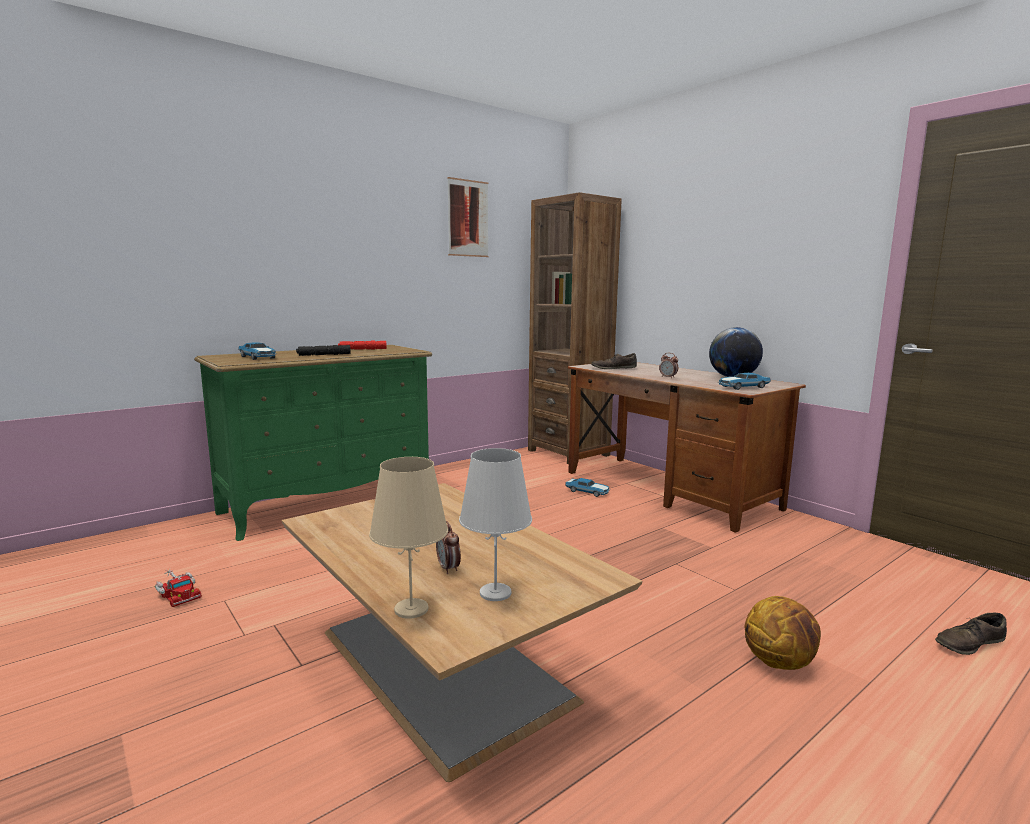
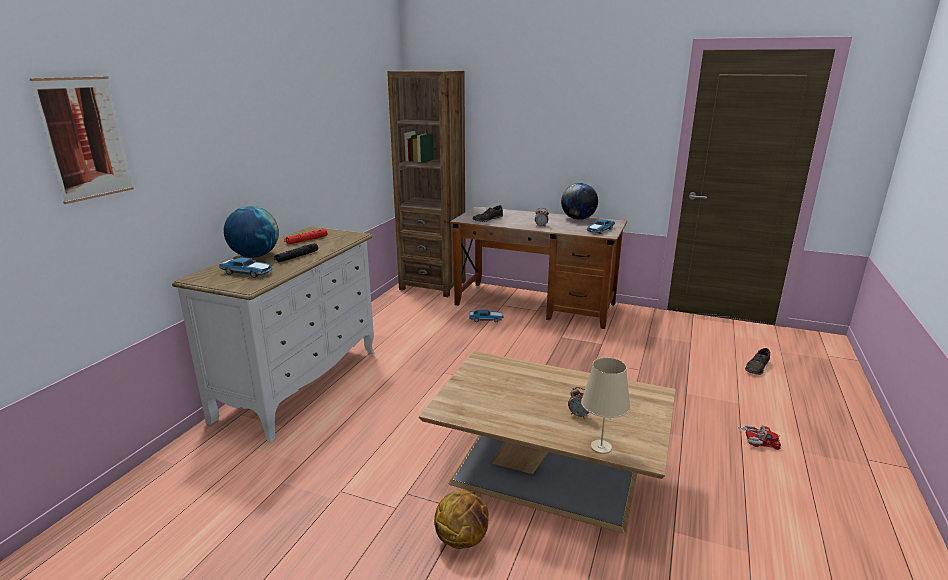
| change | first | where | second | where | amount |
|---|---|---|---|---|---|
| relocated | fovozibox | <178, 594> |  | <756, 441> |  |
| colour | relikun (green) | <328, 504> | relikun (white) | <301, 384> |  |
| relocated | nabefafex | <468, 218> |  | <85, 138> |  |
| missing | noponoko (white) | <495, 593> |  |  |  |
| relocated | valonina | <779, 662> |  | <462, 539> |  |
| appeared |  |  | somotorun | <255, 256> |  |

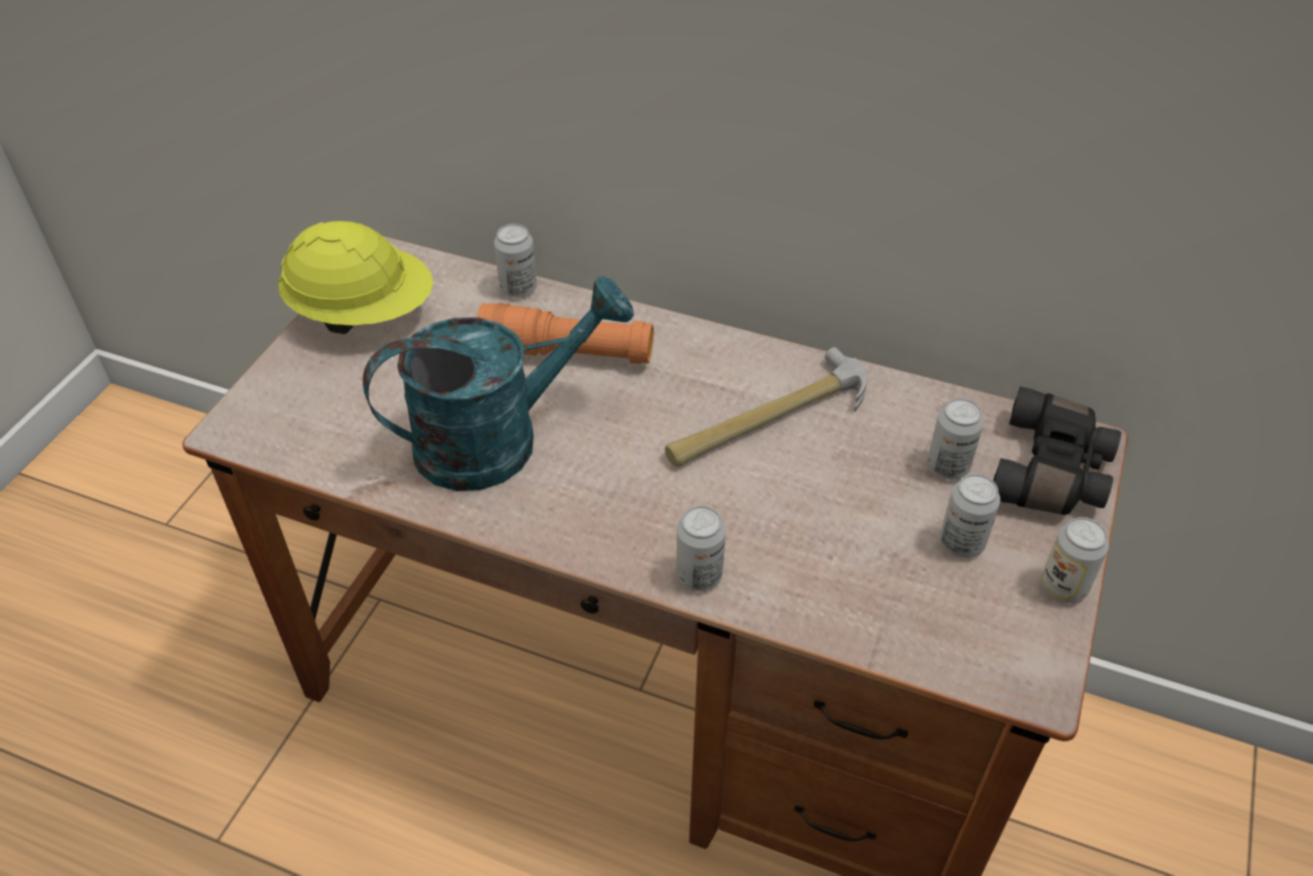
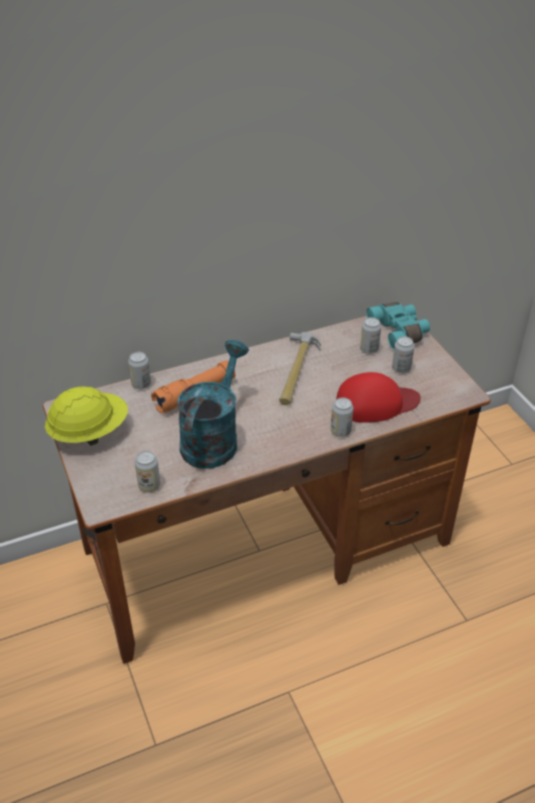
| change | first | where | second | where | amount |
|---|---|---|---|---|---|
| colour | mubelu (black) | <1053, 472> | mubelu (turquoise) | <399, 331> |  |
| relocated | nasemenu | <1063, 587> |  | <149, 486> |  |
| appeared |  |  | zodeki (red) | <376, 403> |  |

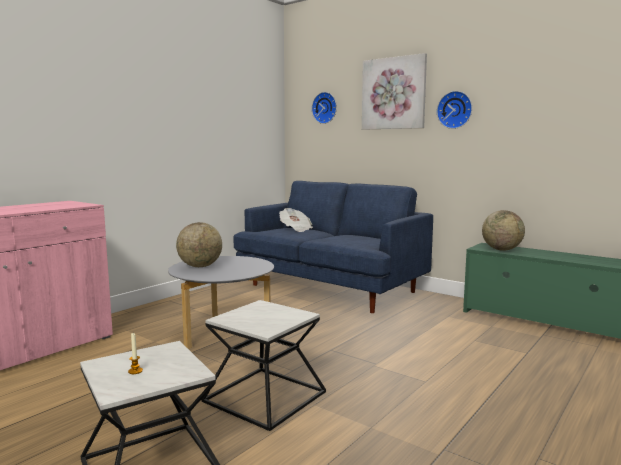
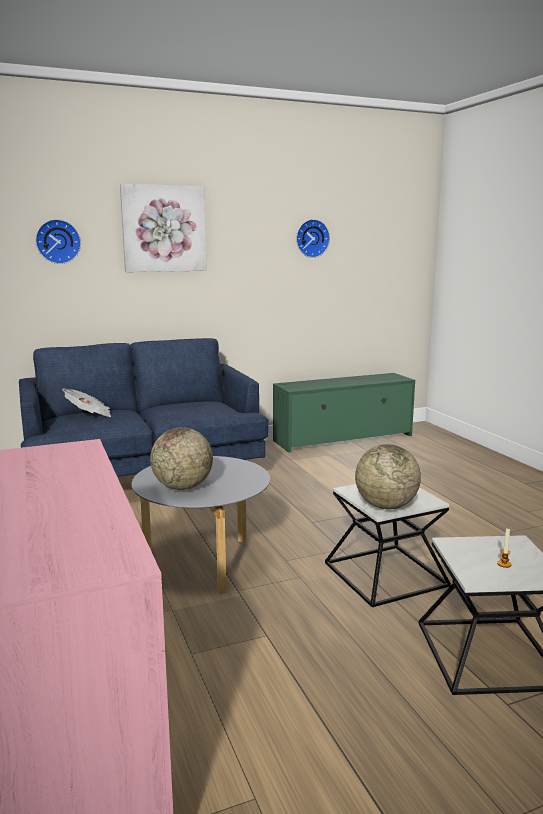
| change | first | where | second | where | amount |
|---|---|---|---|---|---|
| relocated | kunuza | <455, 110> |  | <311, 238> |  |
| relocated | somotorun | <501, 249> |  | <386, 506> |  |

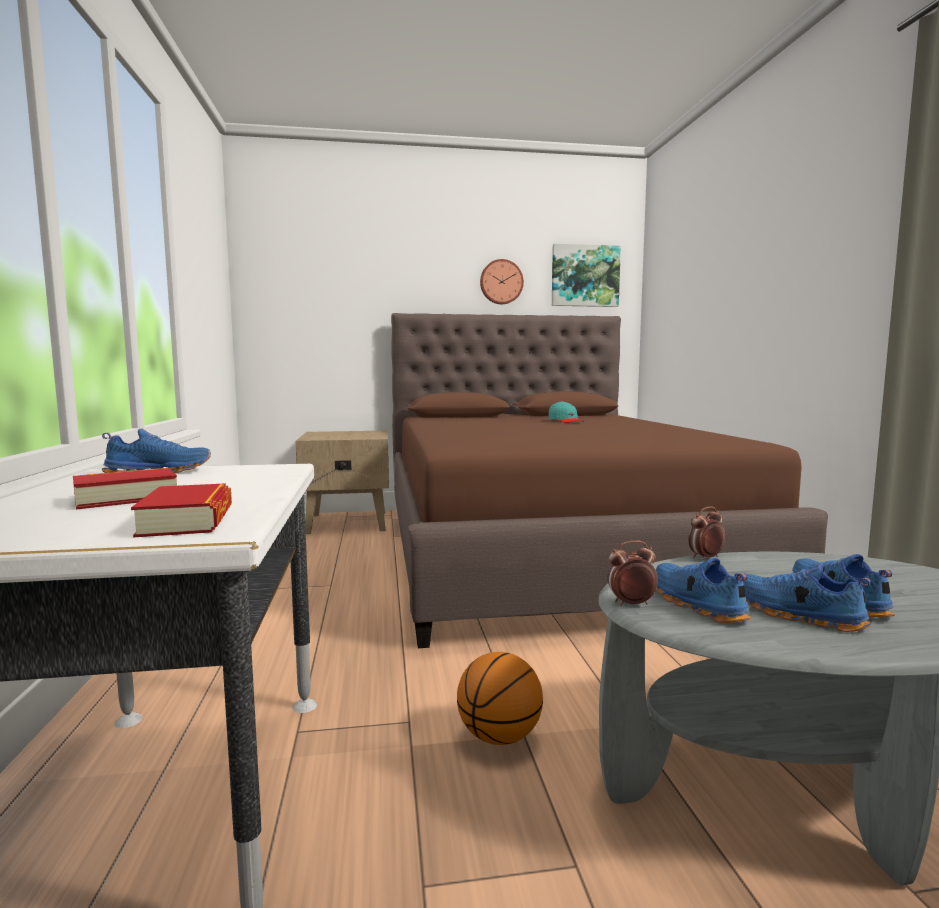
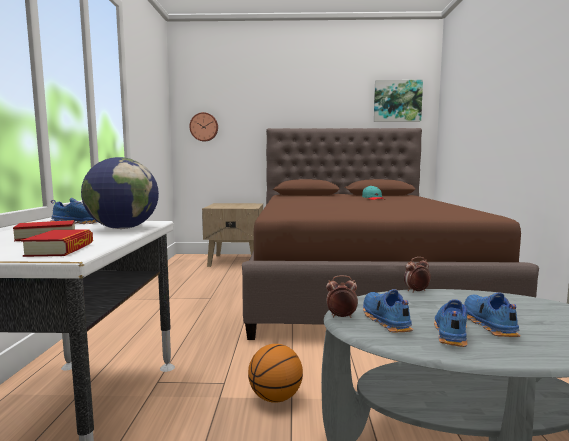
| change | first | where | second | where | amount |
|---|---|---|---|---|---|
| relocated | kunuza | <501, 282> |  | <204, 127> |  |
| spun | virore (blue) | <797, 615> |  | <450, 331> | 60 degrees clockwise |
| appeared |  |  | somotorun | <123, 228> |  |

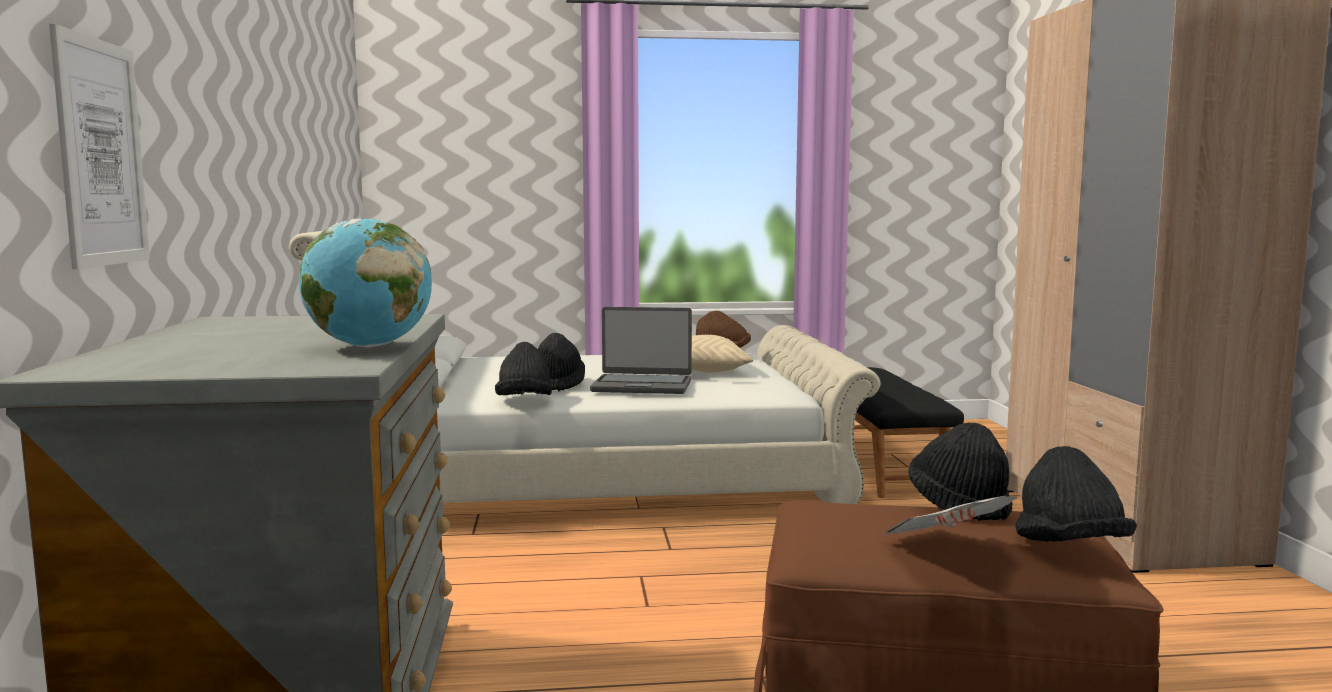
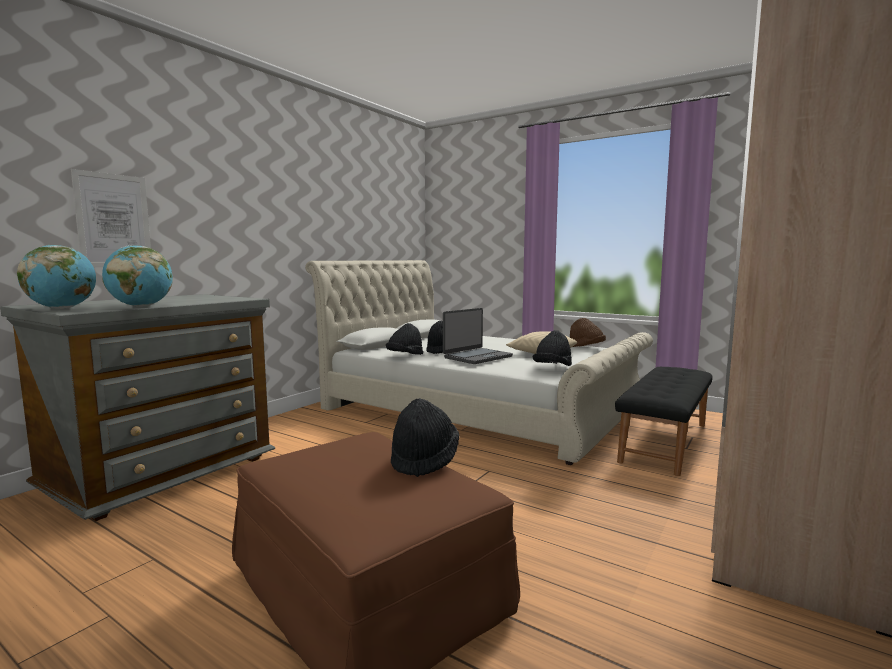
| change | first | where | second | where | amount |
|---|---|---|---|---|---|
| spun | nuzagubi | <642, 386> |  | <477, 357> | 90 degrees counterclockwise |
| missing | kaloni | <945, 549> |  |  |  |
| relocated | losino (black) | <1069, 547> |  | <552, 367> |  |
| appeared |  |  | somotorun | <62, 308> |  |

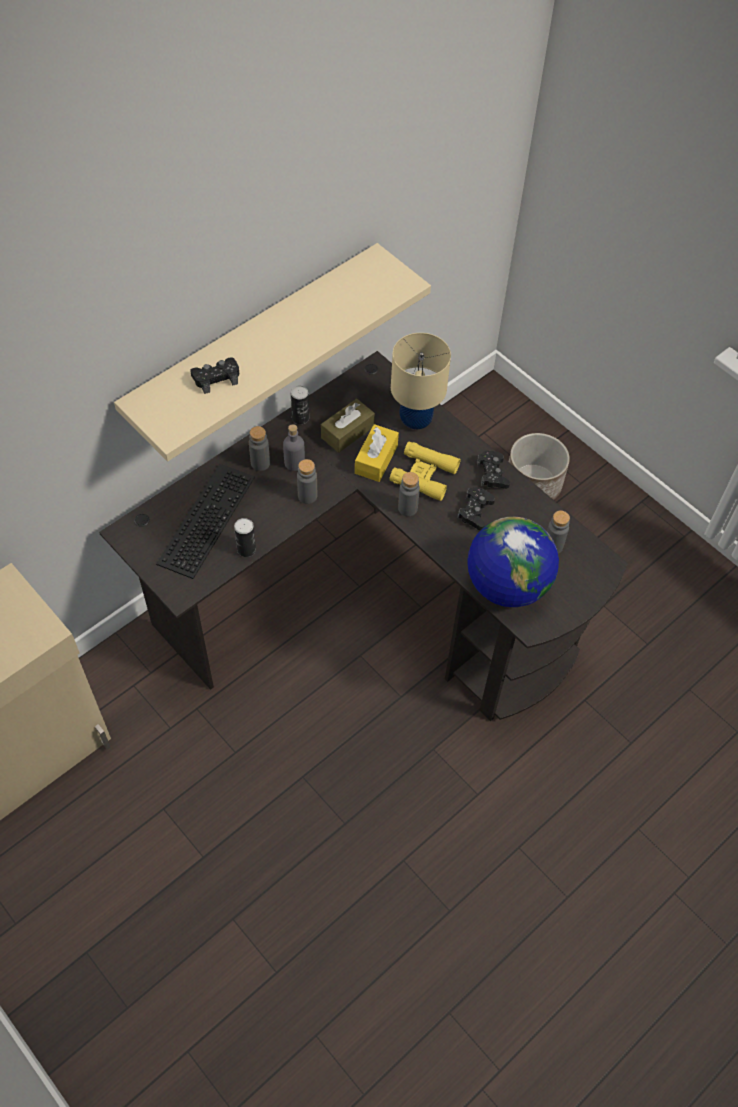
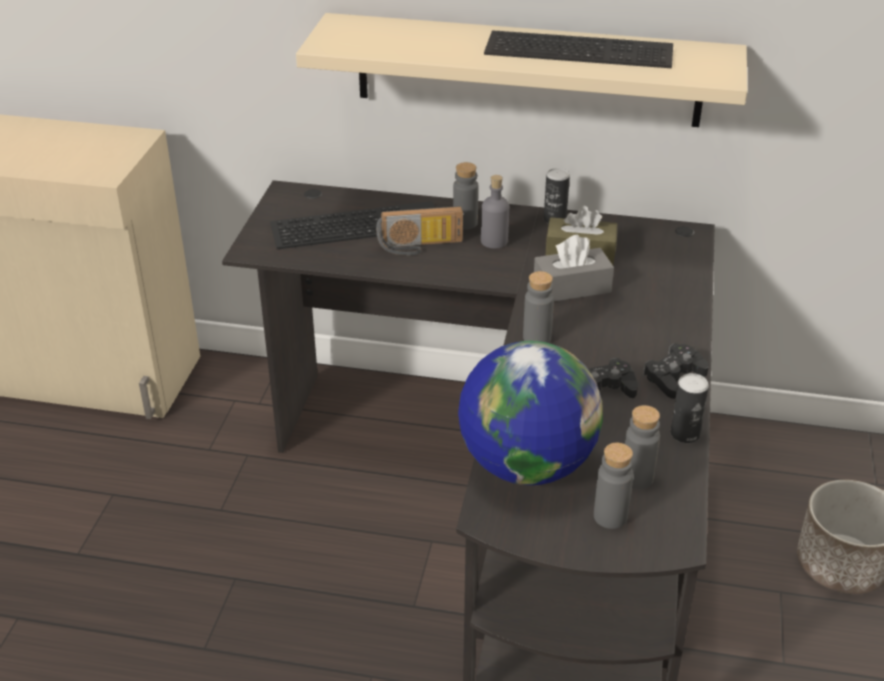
| change | first | where | second | where | amount |
|---|---|---|---|---|---|
| missing | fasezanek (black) | <216, 378> |  |  |  |
| relocated | nasemenu | <246, 549> |  | <685, 434> |  |
| relocated | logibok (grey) | <307, 496> |  | <610, 516> |  |
| colour | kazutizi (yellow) | <376, 459> | kazutizi (grey) | <572, 287> |  |
| missing | mubelu (yellow) | <424, 475> |  |  |  |
| missing | noponoko (beige) | <417, 421> |  |  |  |
| appeared |  |  | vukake | <420, 246> |  |
| appeared |  |  | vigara | <581, 48> |  |

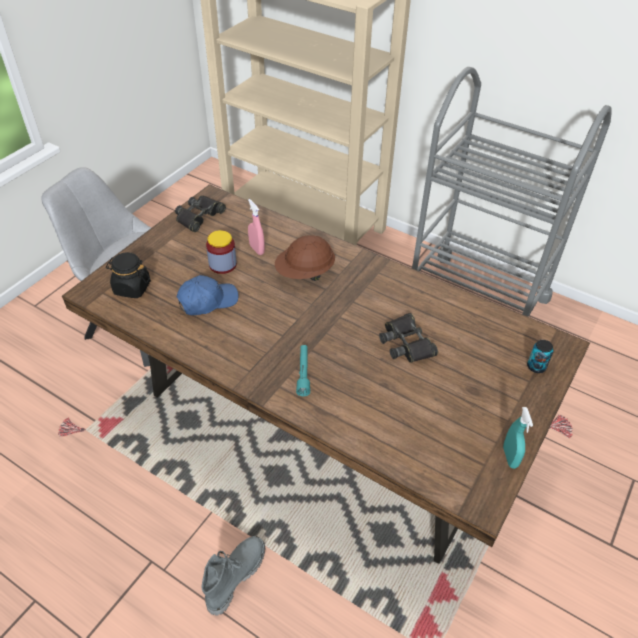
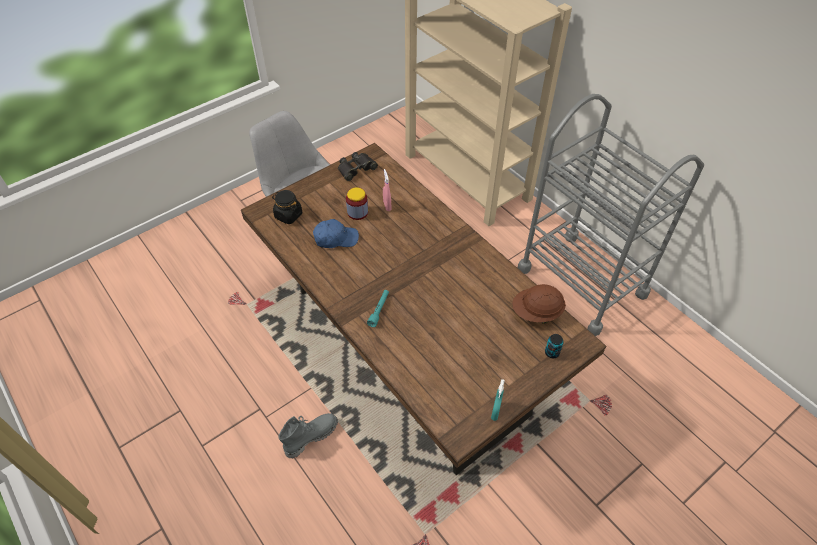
| change | first | where | second | where | amount |
|---|---|---|---|---|---|
| relocated | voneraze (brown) | <305, 273> |  | <536, 313> |  |
| missing | mubelu (black) | <406, 343> |  |  |  |

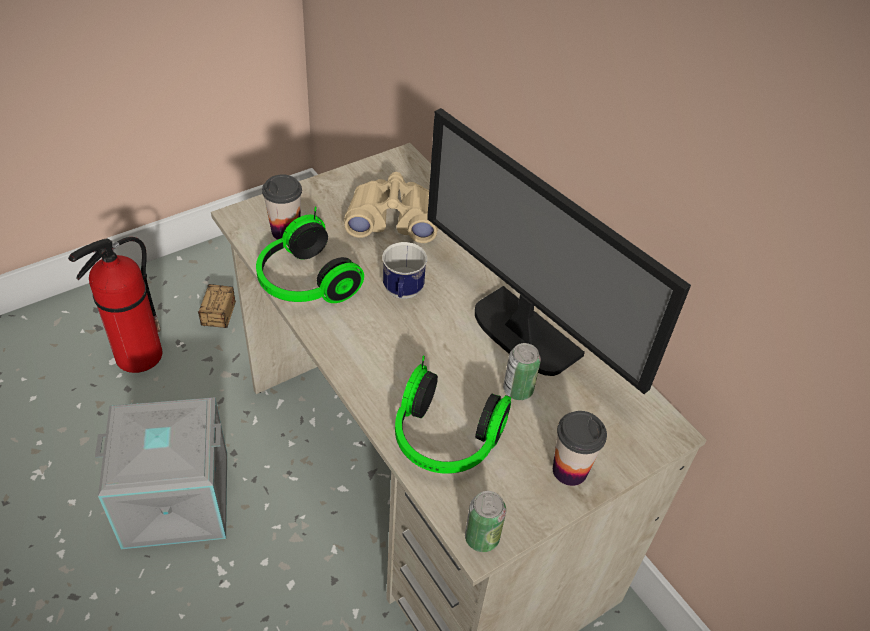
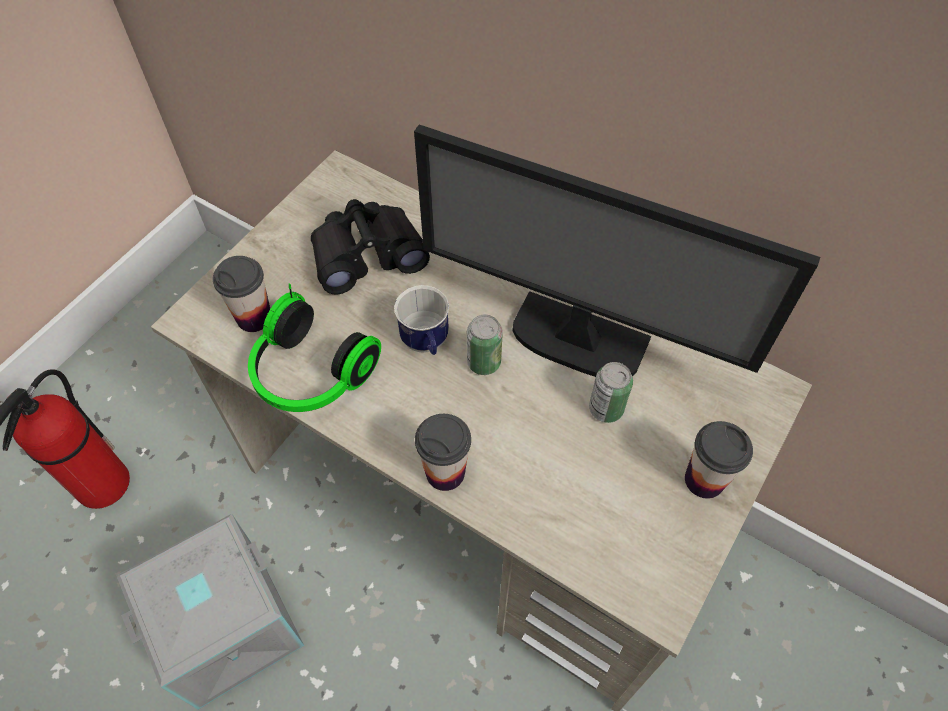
| change | first | where | second | where | amount |
|---|---|---|---|---|---|
| missing | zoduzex | <212, 333> |  |  |  |
| colour | mubelu (beige) | <393, 219> | mubelu (black) | <367, 254> |  |
| missing | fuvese | <444, 440> |  |  |  |
| relocated | nasemenu | <481, 538> |  | <484, 362> |  |
| appeared |  |  | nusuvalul | <445, 472> |  |

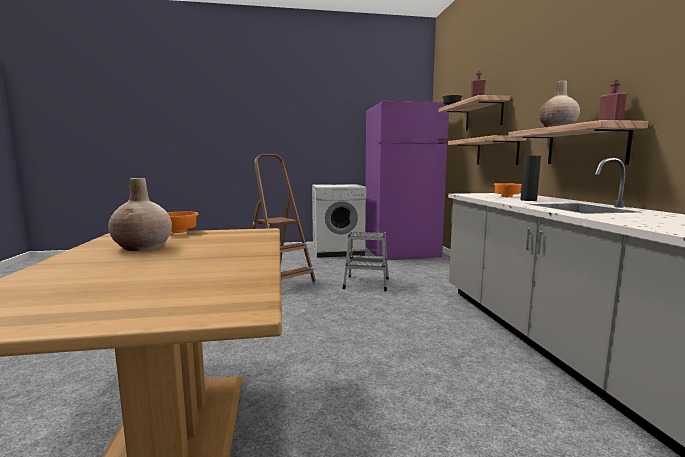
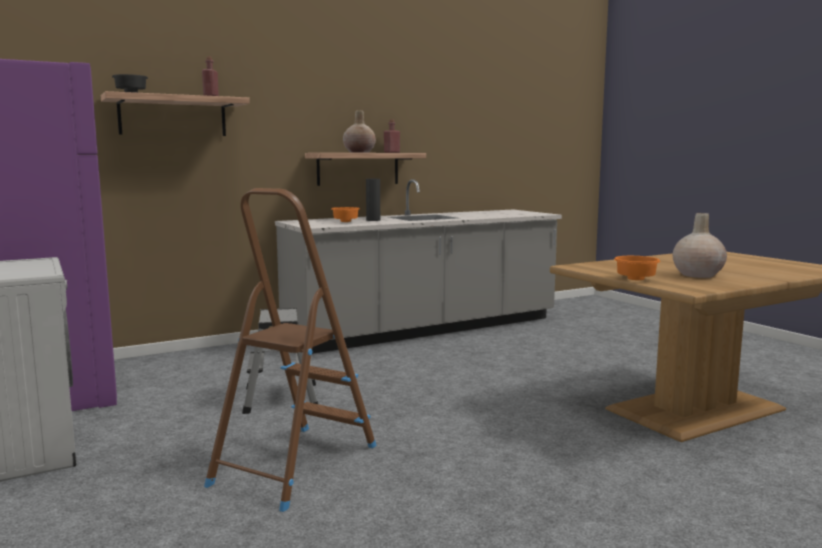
| change | first | where | second | where | amount |
|---|---|---|---|---|---|
| missing | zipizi | <496, 151> |  |  |  |

